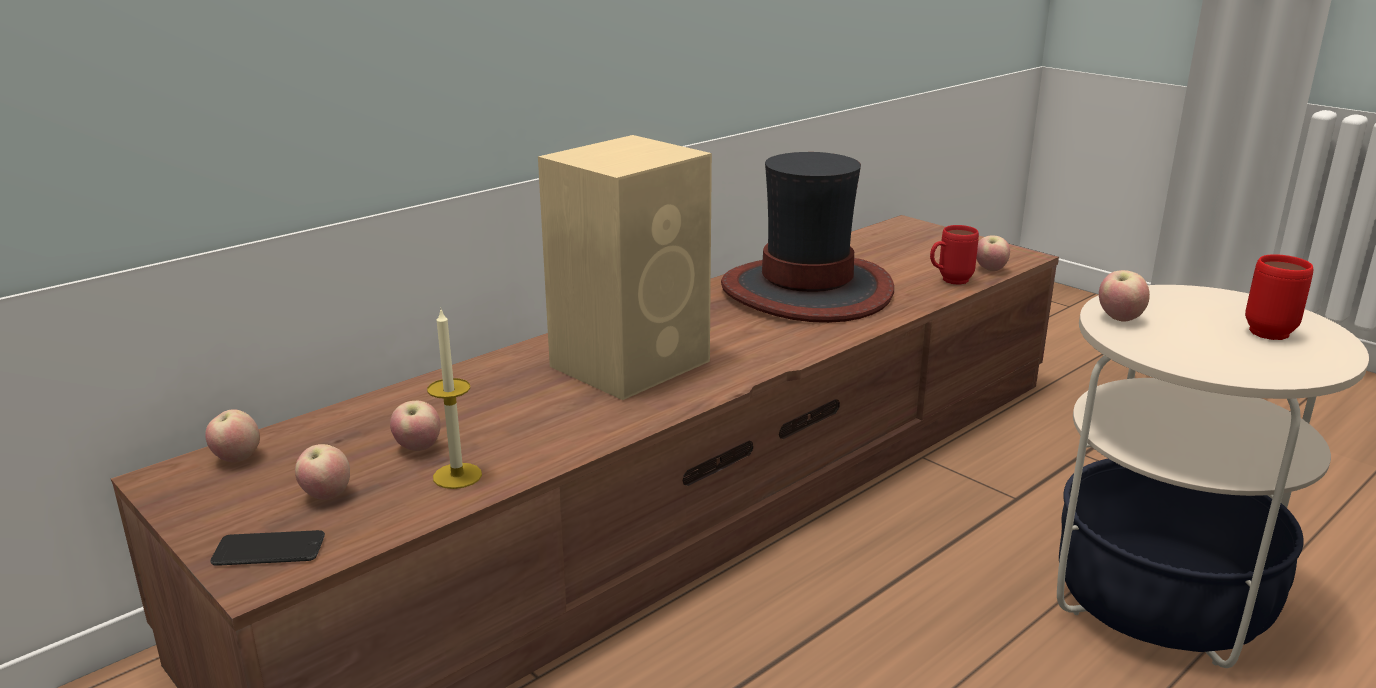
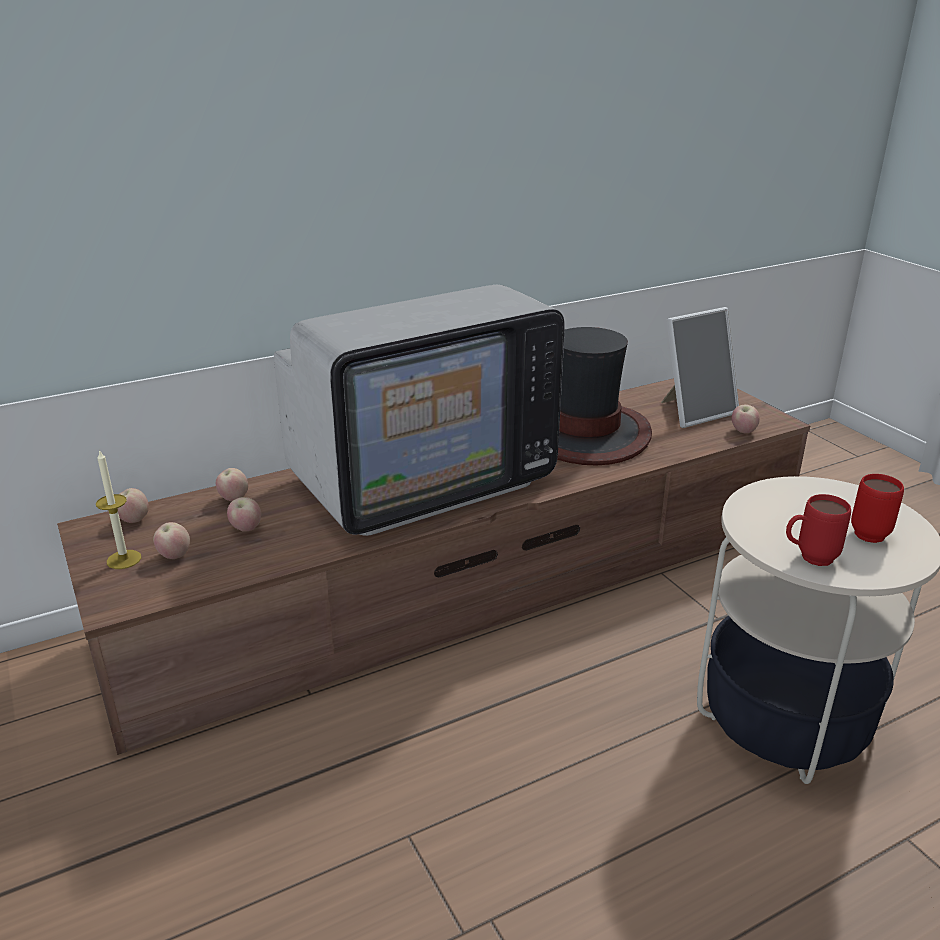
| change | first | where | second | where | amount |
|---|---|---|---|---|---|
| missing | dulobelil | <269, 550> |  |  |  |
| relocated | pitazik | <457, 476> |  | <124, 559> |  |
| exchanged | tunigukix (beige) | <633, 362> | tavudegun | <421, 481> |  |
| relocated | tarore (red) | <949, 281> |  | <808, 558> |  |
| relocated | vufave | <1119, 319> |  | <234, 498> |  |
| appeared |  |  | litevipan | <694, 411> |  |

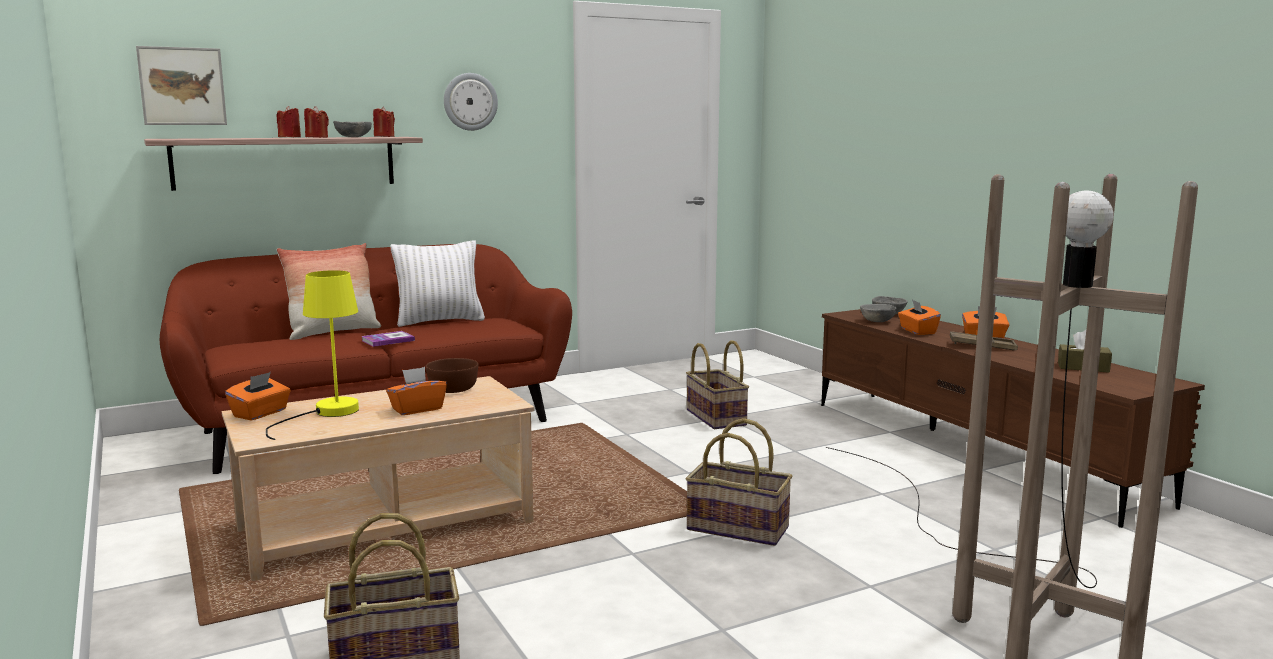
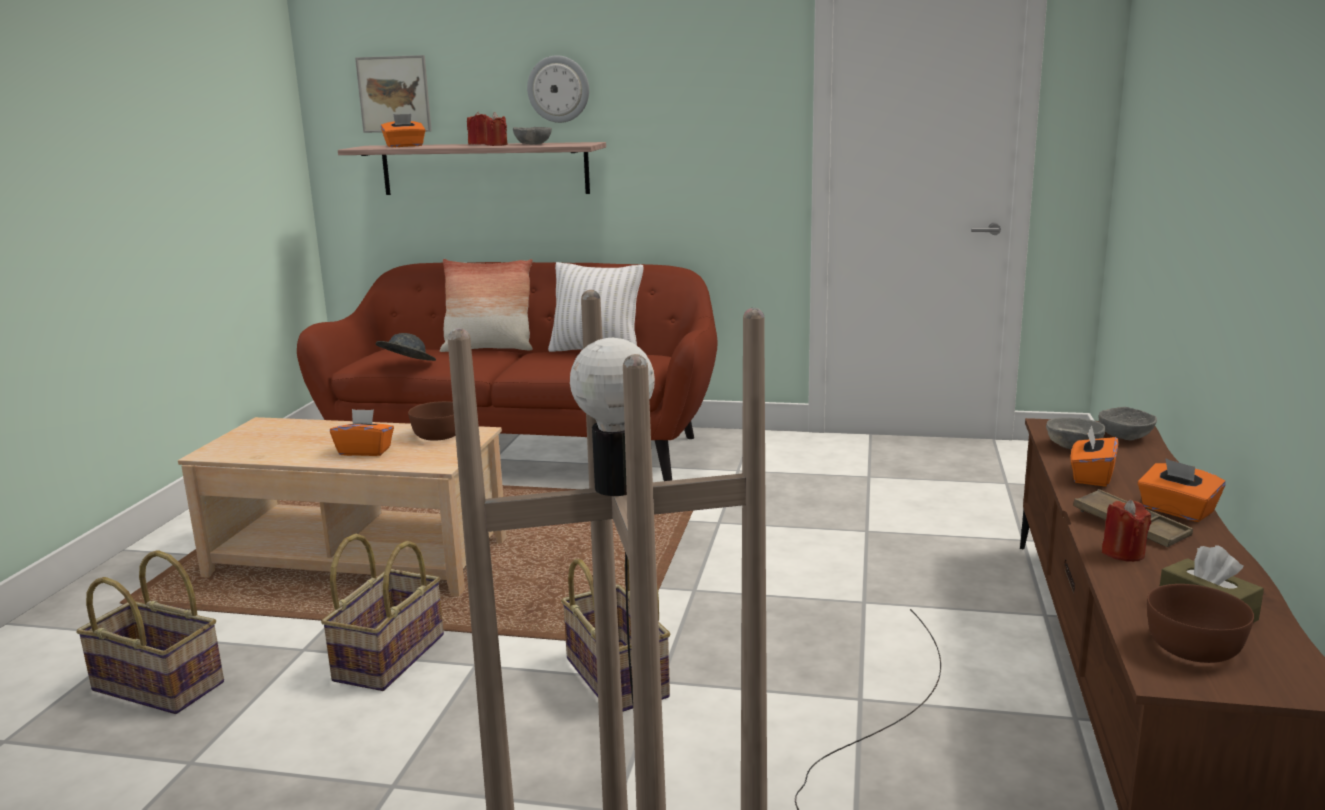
| change | first | where | second | where | amount |
|---|---|---|---|---|---|
| relocated | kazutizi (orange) | <260, 413> |  | <405, 146> |  |
| missing | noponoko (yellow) | <326, 414> |  |  |  |
| missing | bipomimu | <388, 340> |  |  |  |
| relocated | pitazik (red) | <384, 136> |  | <1123, 553> |  |
| relocated | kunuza | <470, 102> |  | <558, 89> |  |
| relocated | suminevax | <714, 417> |  | <388, 657> |  |
| appeared |  |  | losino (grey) | <406, 366> |  |
| appeared |  |  | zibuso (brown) | <1192, 647> |  |

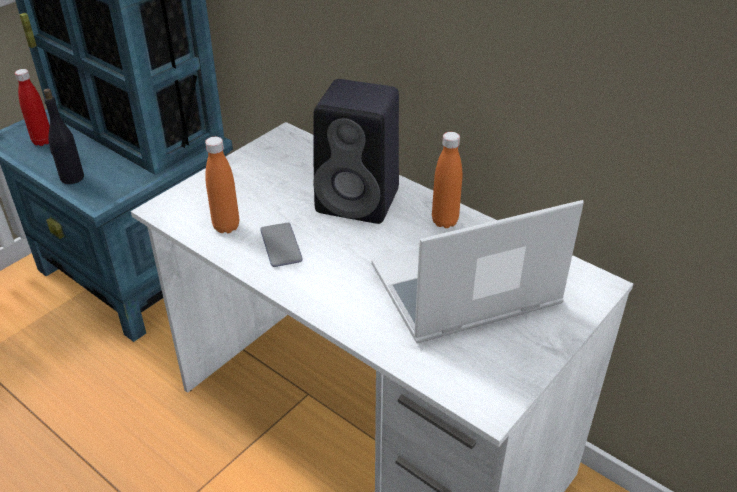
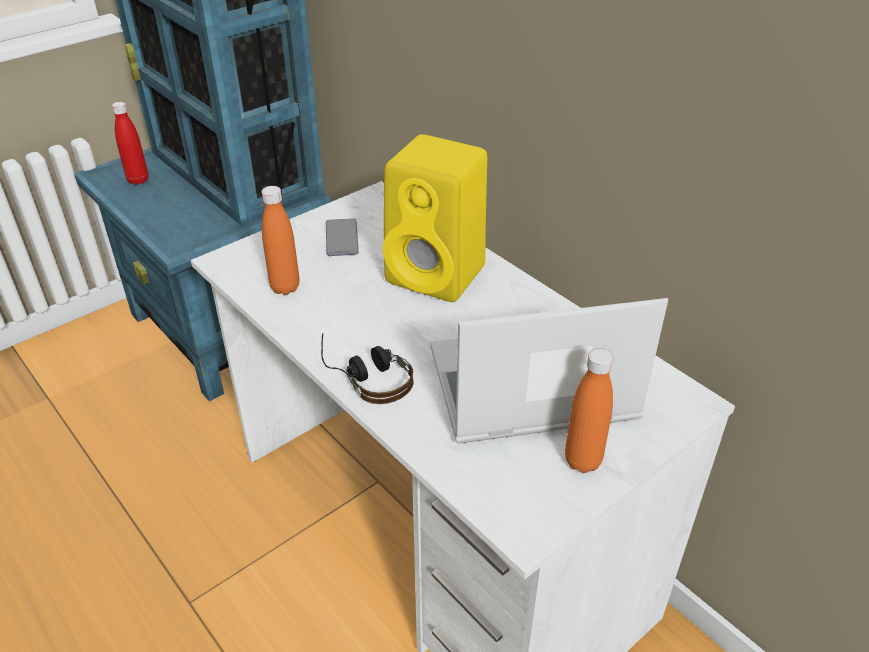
| change | first | where | second | where | amount |
|---|---|---|---|---|---|
| missing | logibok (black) | <72, 178> |  |  |  |
| relocated | dulobelil | <281, 245> |  | <342, 238> |  |
| colour | tunigukix (black) | <360, 201> | tunigukix (yellow) | <439, 275> |  |
| relocated | logibok (orange) | <444, 221> |  | <582, 461> |  |
| appeared |  |  | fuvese | <367, 376> |  |

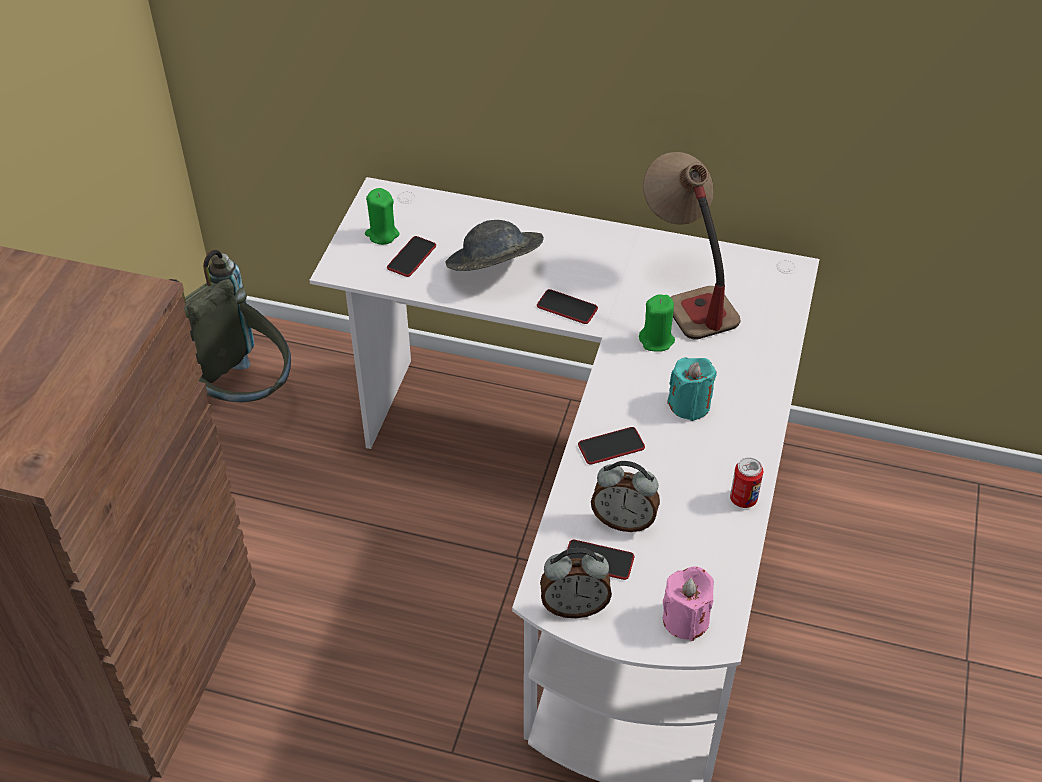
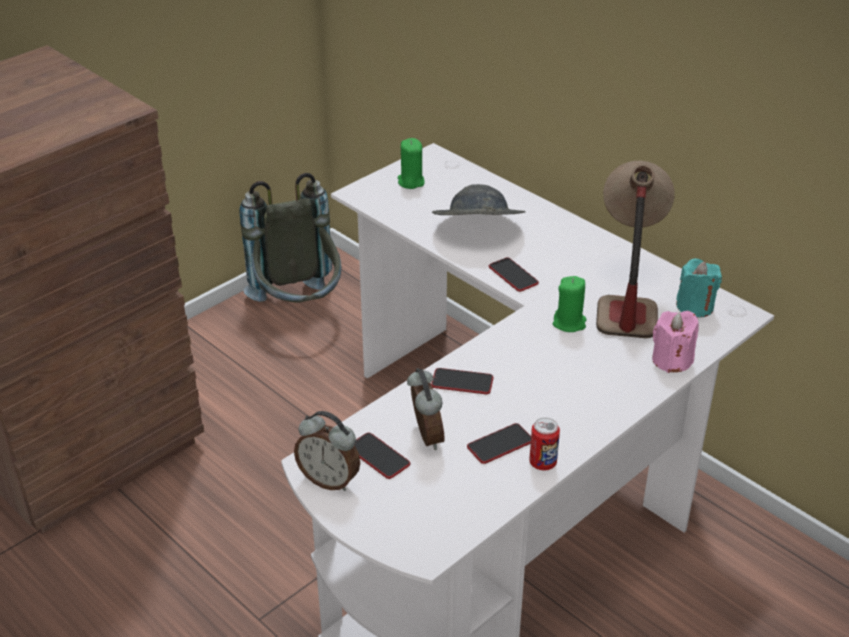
| change | first | where | second | where | amount |
|---|---|---|---|---|---|
| relocated | dulobelil | <411, 257> |  | <500, 444> |  |
| spun | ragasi | <623, 520> |  | <425, 437> | 150 degrees counterclockwise |
| relocated | pitazik (pink) | <685, 619> |  | <671, 360> |  |
| relocated | pitazik (turquoise) | <689, 405> |  | <695, 306> |  |

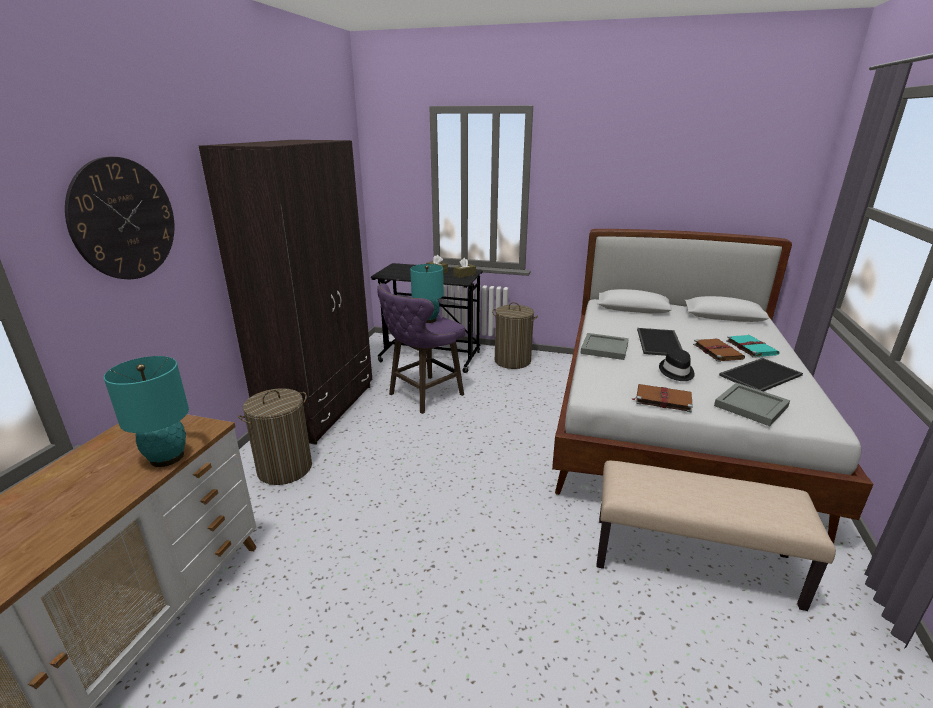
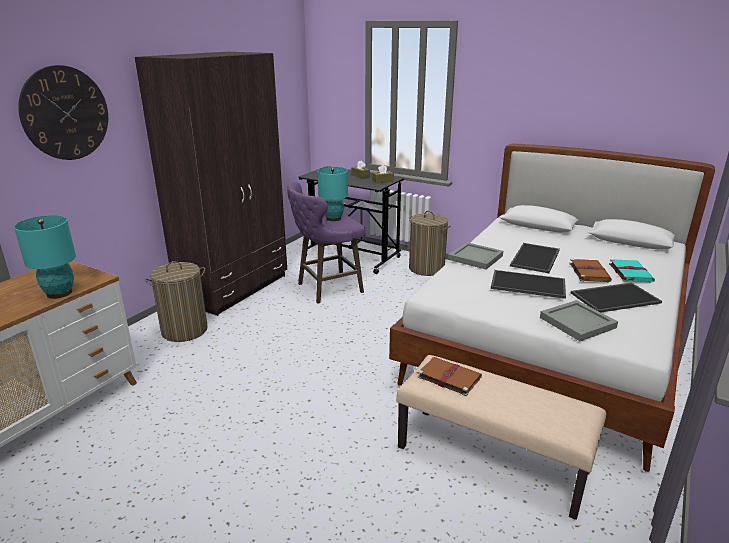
| change | first | where | second | where | amount |
|---|---|---|---|---|---|
| relocated | bipomimu (brown) | <662, 399> |  | <448, 377> |  |
| exchanged | losino (black) | <676, 372> | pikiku | <527, 285> |  |

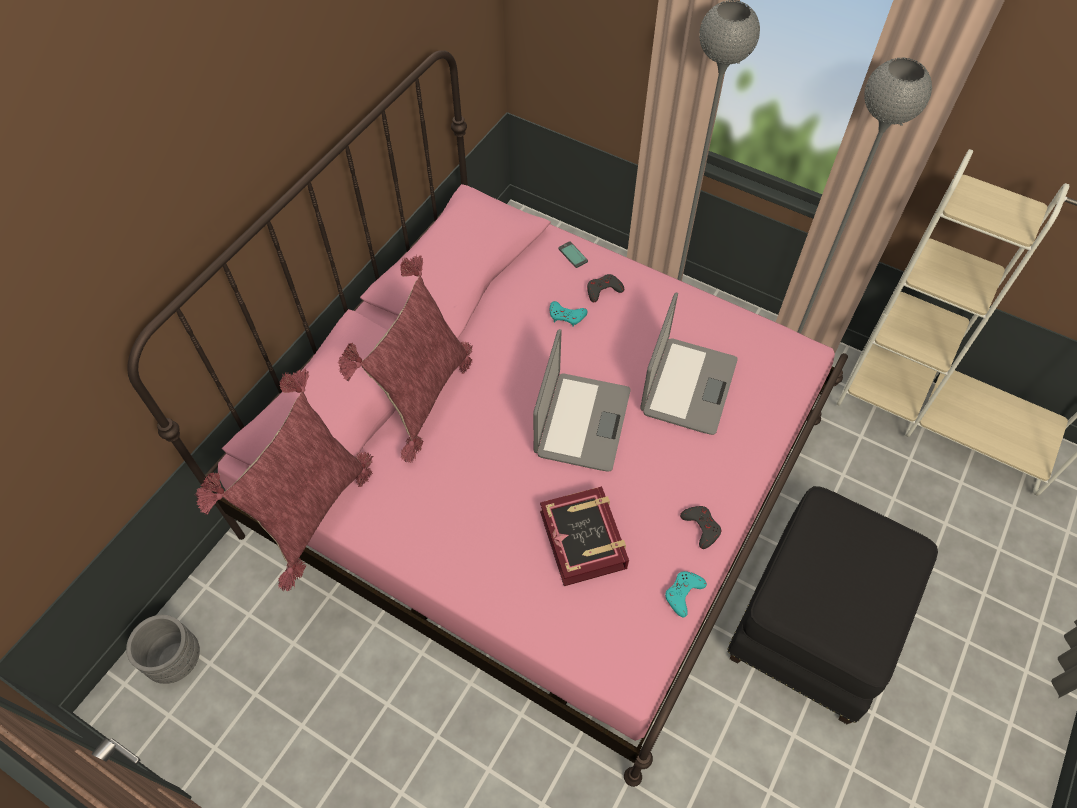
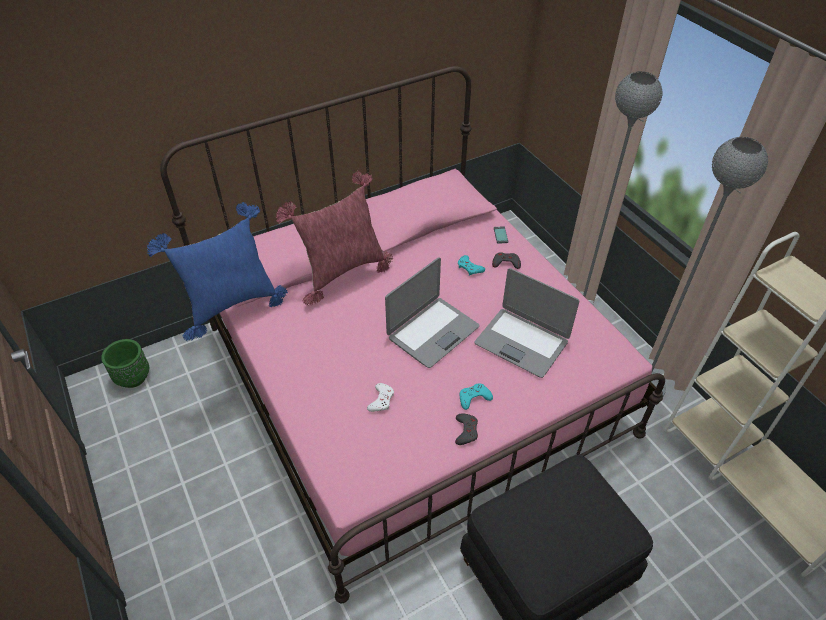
| change | first | where | second | where | amount |
|---|---|---|---|---|---|
| colour | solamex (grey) | <176, 660> | solamex (green) | <133, 377> |  |
| colour | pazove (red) | <311, 516> | pazove (blue) | <232, 310> |  |
| exchanged | bipomimu | <584, 539> | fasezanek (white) | <381, 400> |  |
| spun | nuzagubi | <687, 386> |  | <522, 342> | 75 degrees clockwise |
| relocated | fasezanek (turquoise) | <683, 594> |  | <474, 398> |  |

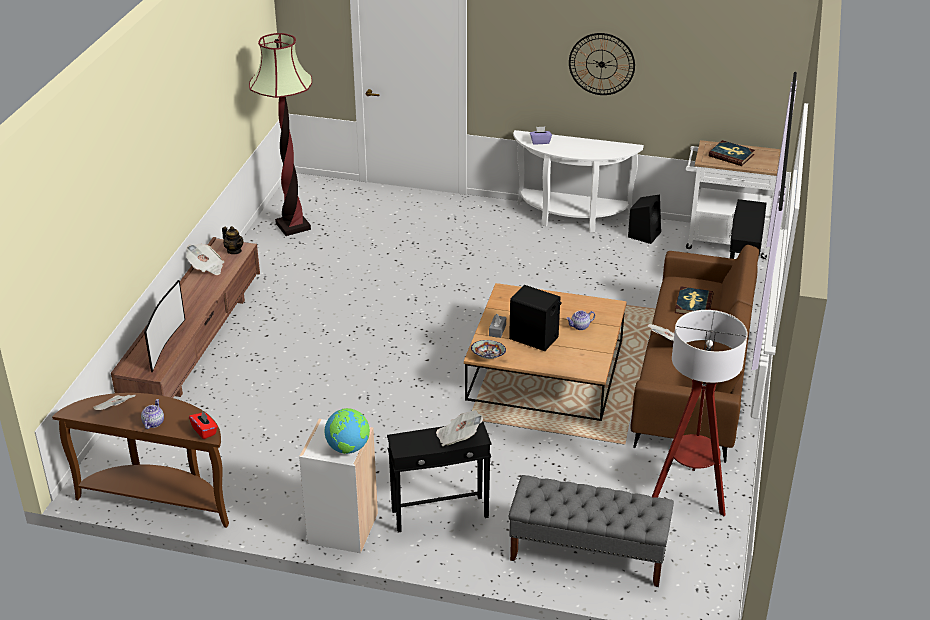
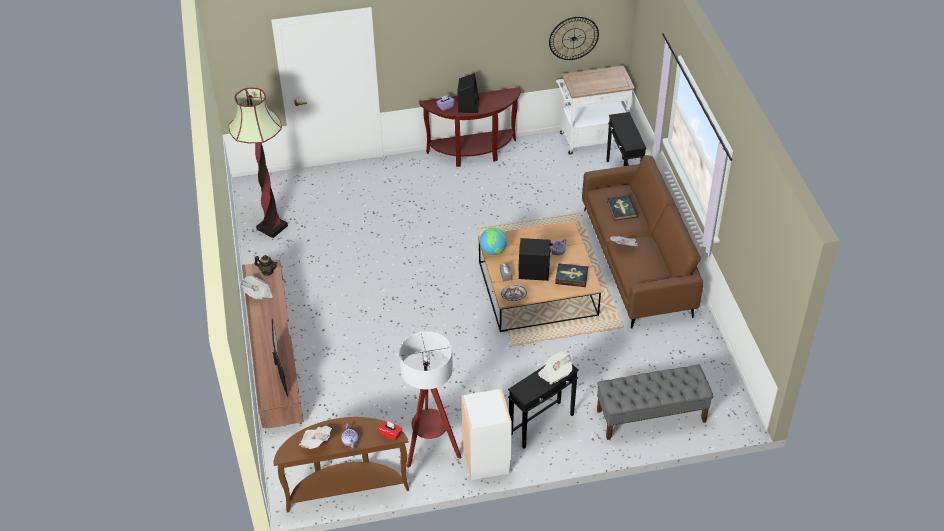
| change | first | where | second | where | amount |
|---|---|---|---|---|---|
| relocated | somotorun | <348, 448> |  | <493, 251> |  |
| colour | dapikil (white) | <571, 218> | dapikil (brown) | <473, 153> |  |
| relocated | kunuza | <601, 64> |  | <573, 38> |  |
| relocated | tunigukix (black) | <644, 234> |  | <468, 106> |  |
| relocated | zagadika | <689, 495> |  | <431, 450> |  |
| relocated | bipomimu | <731, 155> |  | <571, 276> |  |

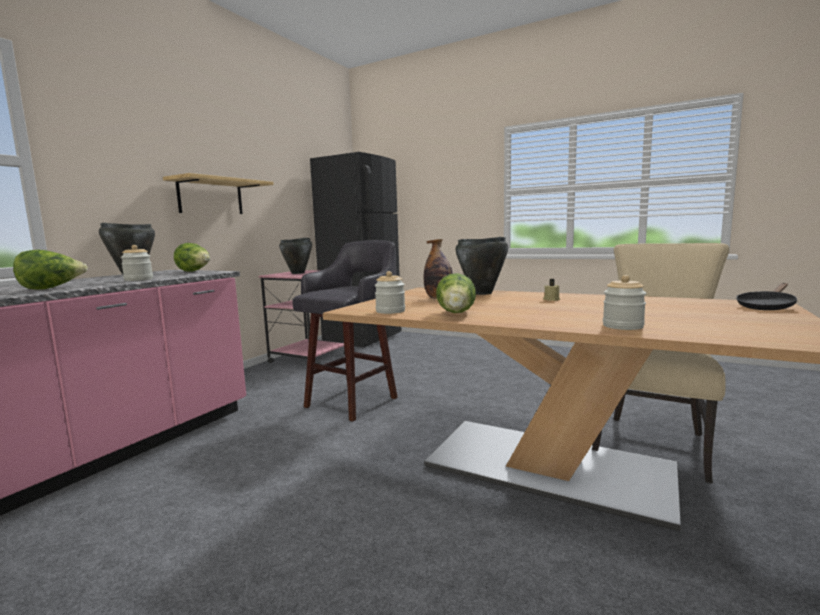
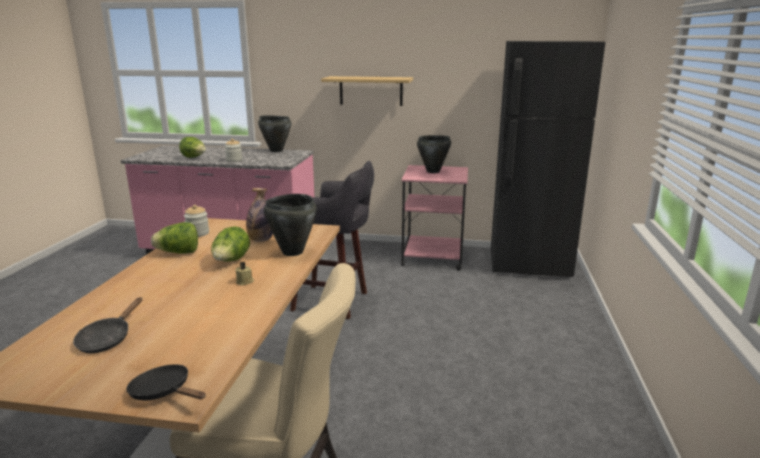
| change | first | where | second | where | amount |
|---|---|---|---|---|---|
| relocated | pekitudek | <194, 271> |  | <231, 261> |  |
| missing | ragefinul | <623, 326> |  |  |  |
| appeared |  |  | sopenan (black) | <107, 339> |  |

